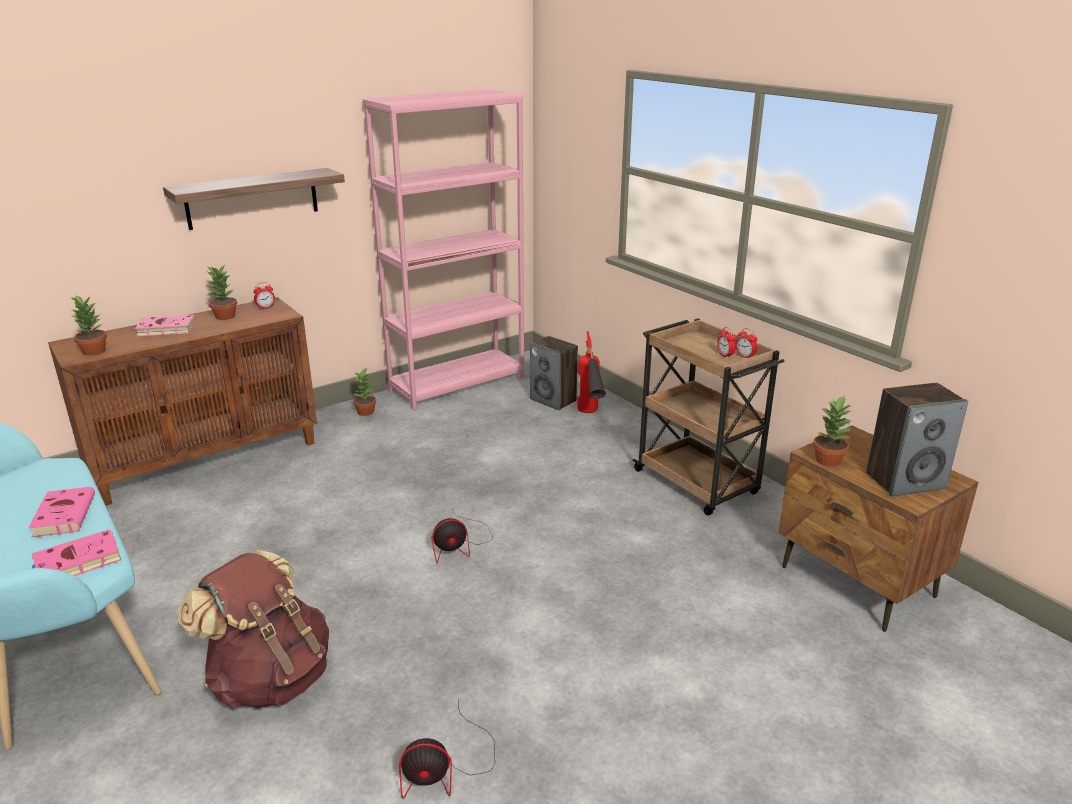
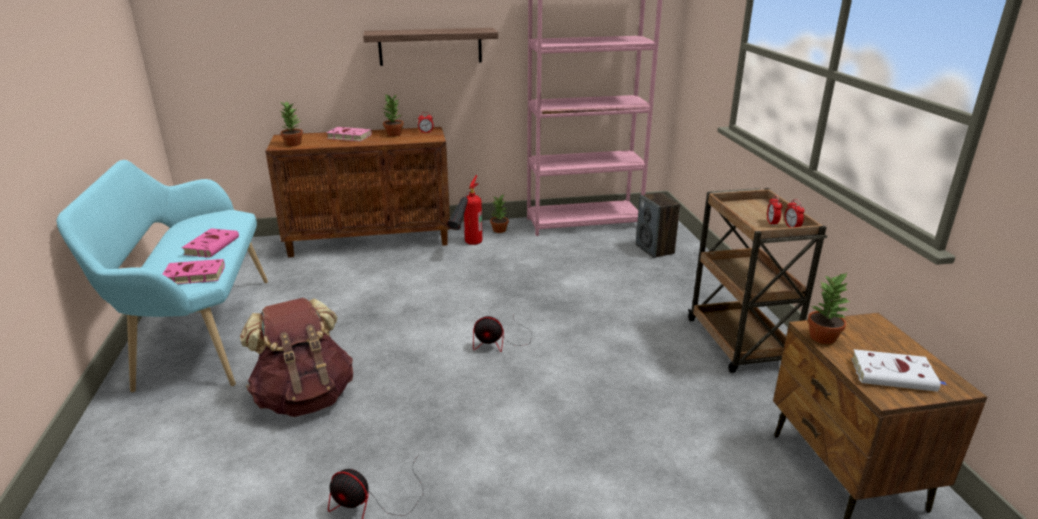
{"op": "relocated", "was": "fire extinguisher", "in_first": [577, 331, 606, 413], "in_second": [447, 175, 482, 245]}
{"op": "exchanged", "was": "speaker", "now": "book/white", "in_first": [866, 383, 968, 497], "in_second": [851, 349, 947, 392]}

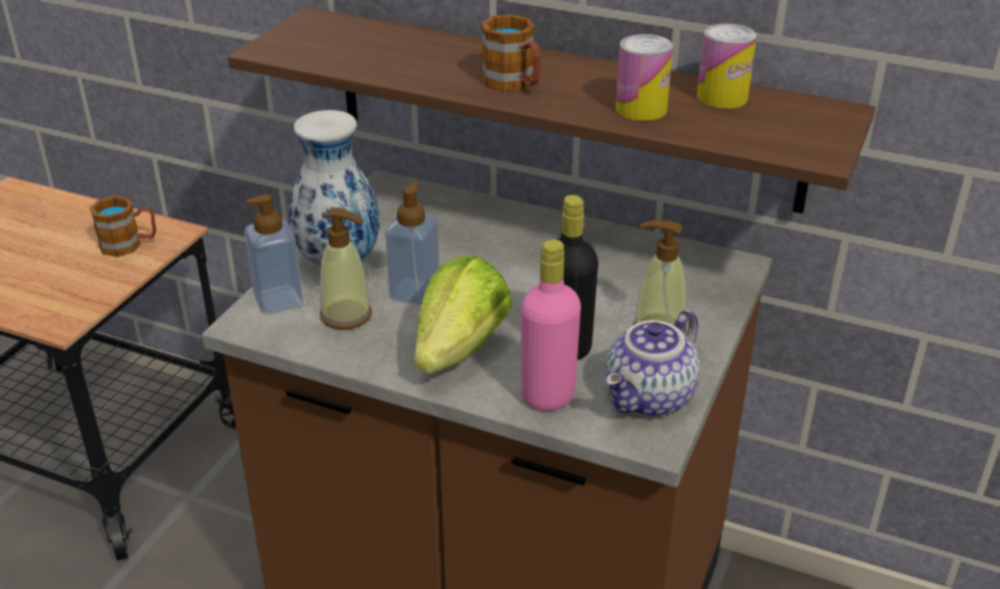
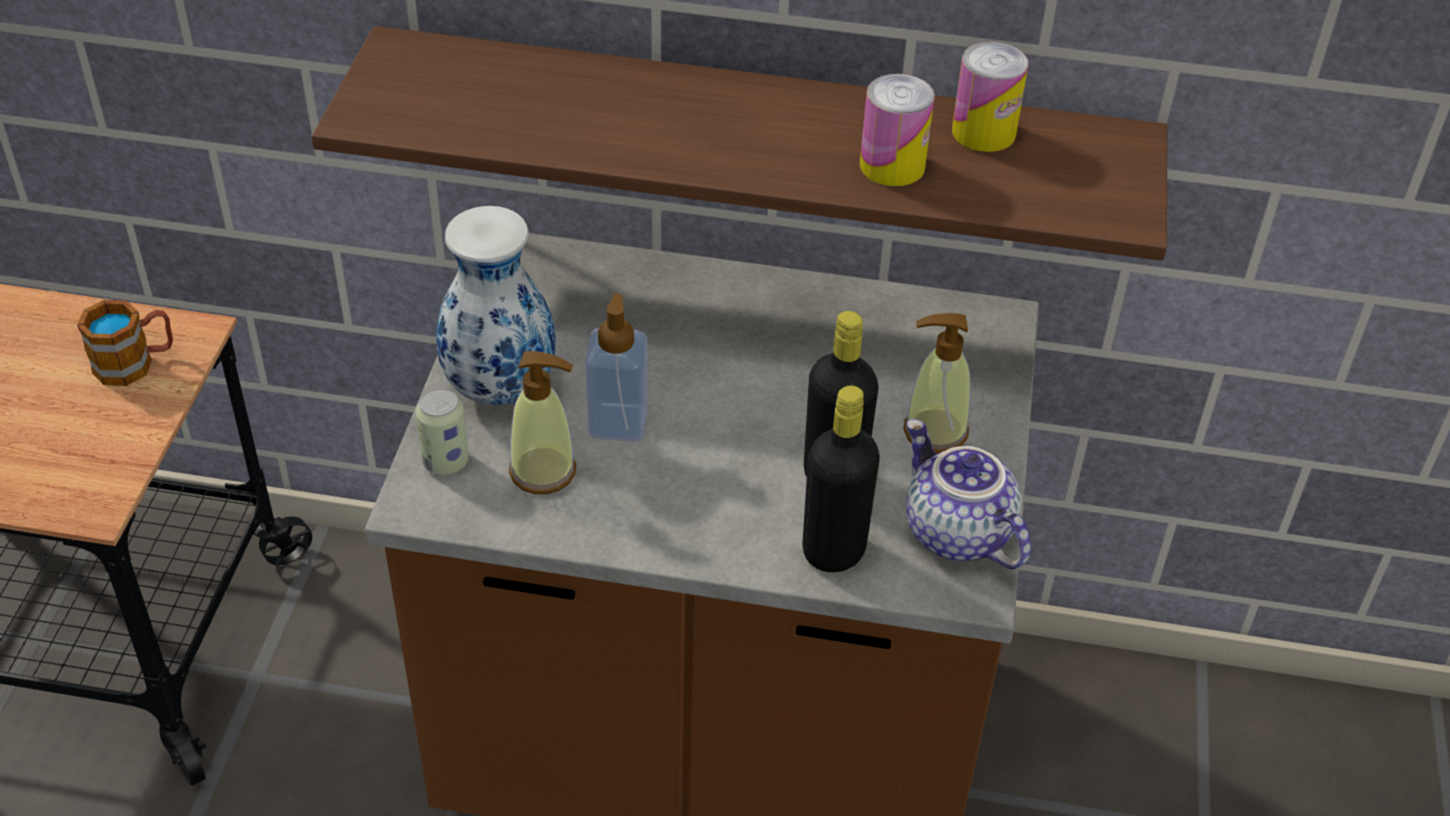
{"op": "missing", "was": "lettuce", "in_first": [415, 255, 513, 374]}
{"op": "missing", "was": "mug", "in_first": [481, 15, 541, 92]}
{"op": "exchanged", "was": "soap dispenser", "now": "can", "in_first": [244, 194, 303, 314], "in_second": [416, 389, 469, 475]}
{"op": "colour", "was": "bottle/pink", "now": "bottle/black", "in_first": [521, 239, 581, 411], "in_second": [802, 386, 880, 572]}
{"op": "spun", "was": "teapot", "in_first": [606, 309, 700, 417], "in_second": [906, 419, 1031, 569], "clockwise": 120}

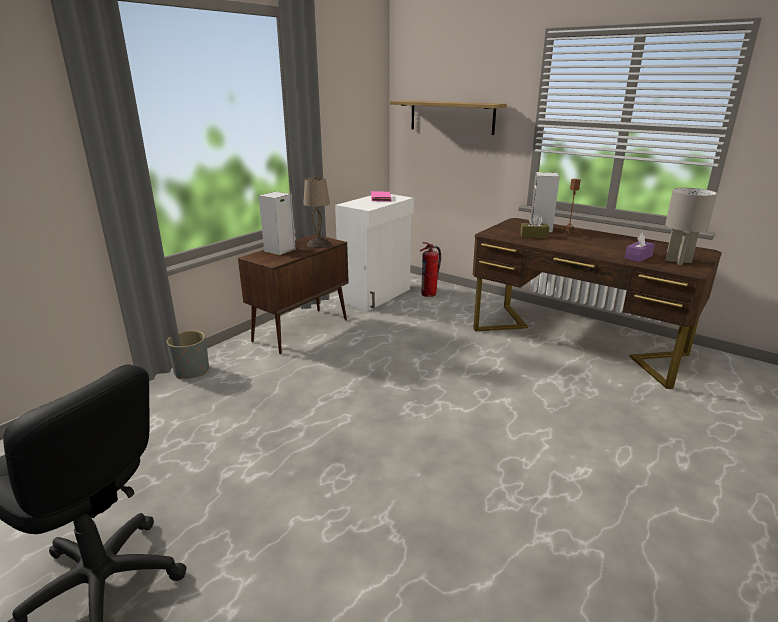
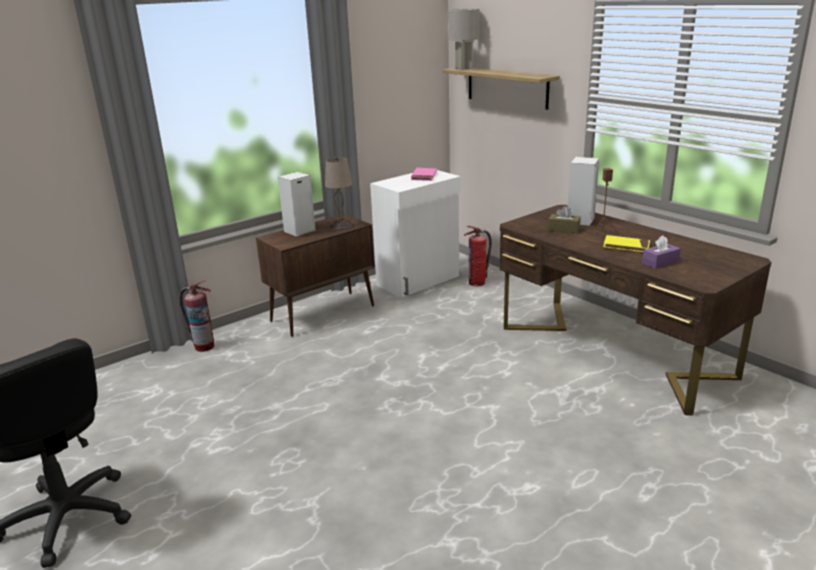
{"op": "appeared", "now": "book/yellow", "in_second": [603, 235, 650, 252]}
{"op": "relocated", "was": "table lamp/grey", "in_first": [665, 188, 717, 265], "in_second": [449, 9, 479, 70]}
{"op": "exchanged", "was": "planter/grey", "now": "fire extinguisher", "in_first": [167, 330, 209, 379], "in_second": [179, 280, 214, 352]}

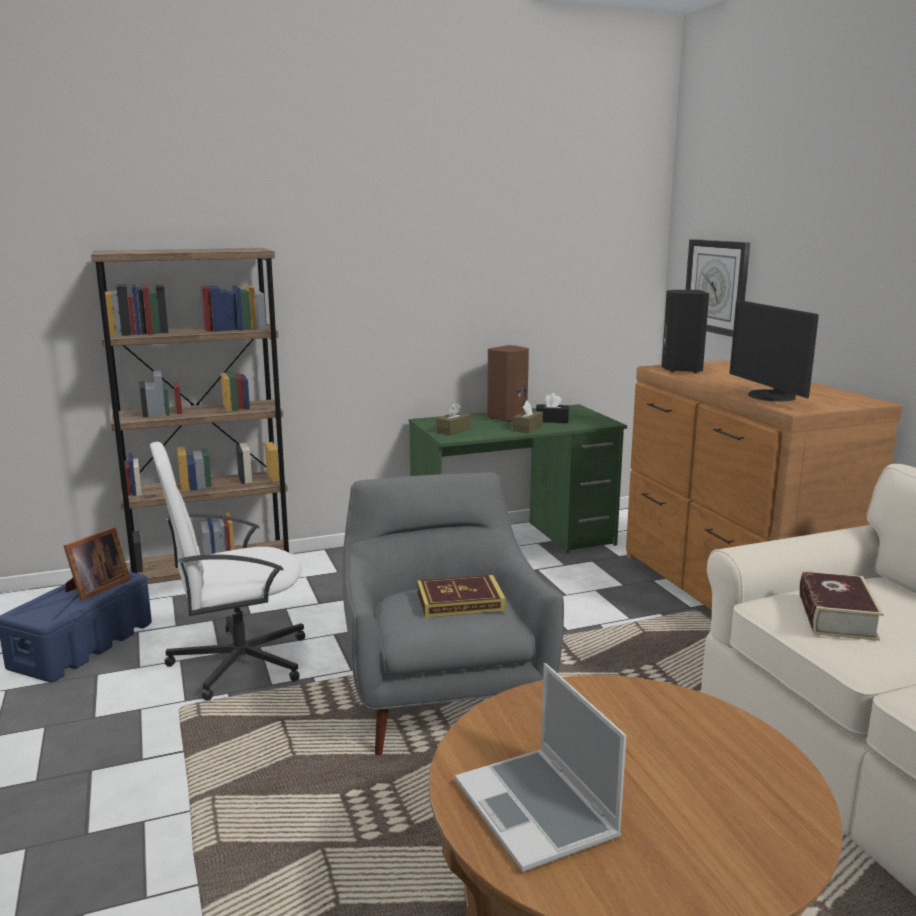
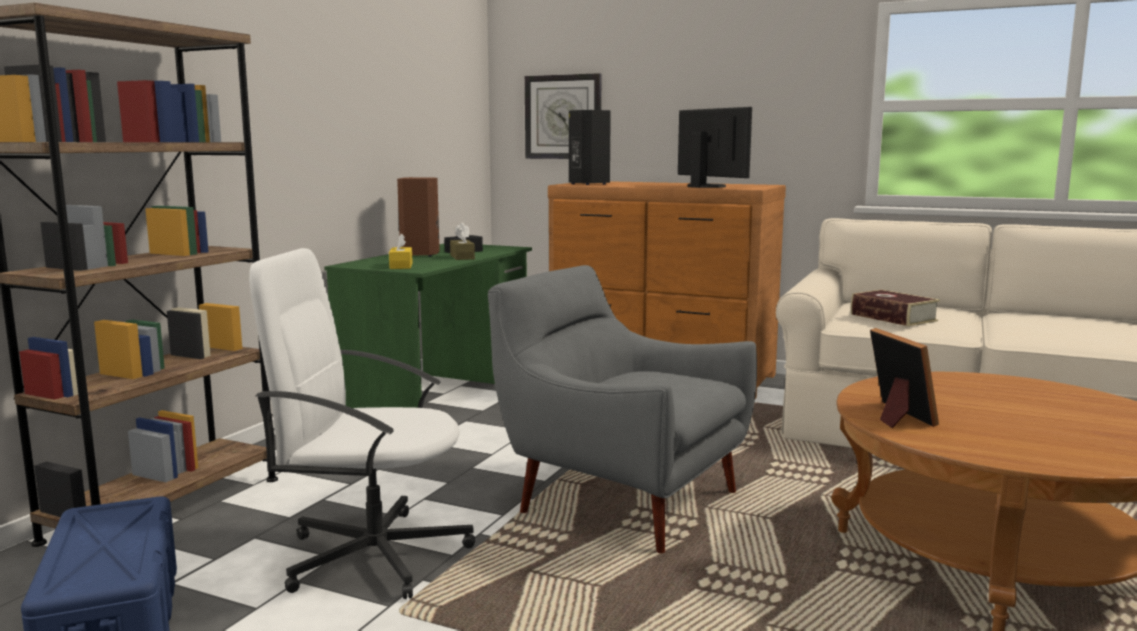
{"op": "missing", "was": "book", "in_first": [417, 575, 506, 618]}
{"op": "missing", "was": "laptop", "in_first": [455, 663, 626, 872]}
{"op": "relocated", "was": "picture frame", "in_first": [64, 527, 131, 600], "in_second": [870, 328, 939, 428]}
{"op": "colour", "was": "tissue box/brown", "now": "tissue box/yellow", "in_first": [436, 402, 471, 435], "in_second": [389, 233, 413, 269]}
{"op": "spun", "was": "office chair/white", "in_first": [150, 442, 305, 701], "in_second": [249, 248, 475, 599], "clockwise": 75}
{"op": "spun", "was": "monitor", "in_first": [730, 300, 819, 402], "in_second": [678, 107, 752, 188], "clockwise": -150}

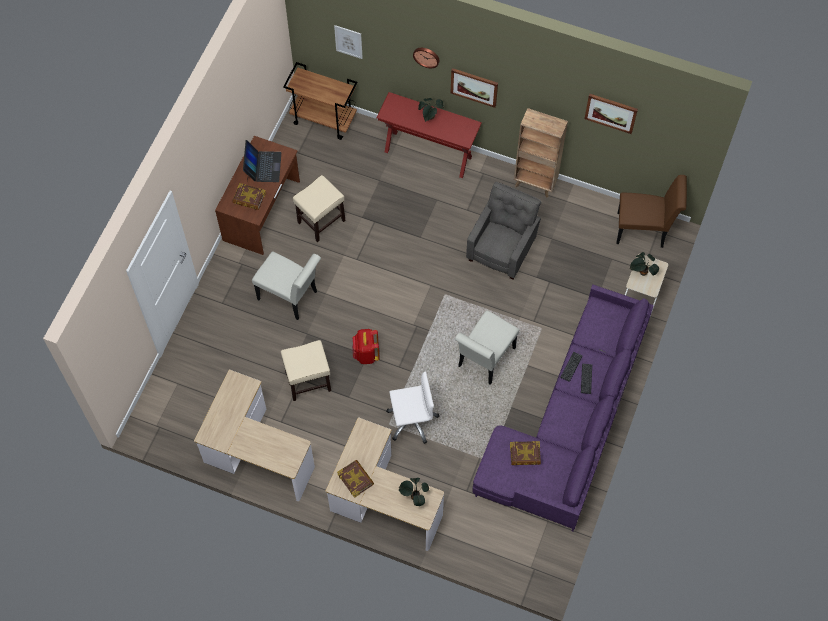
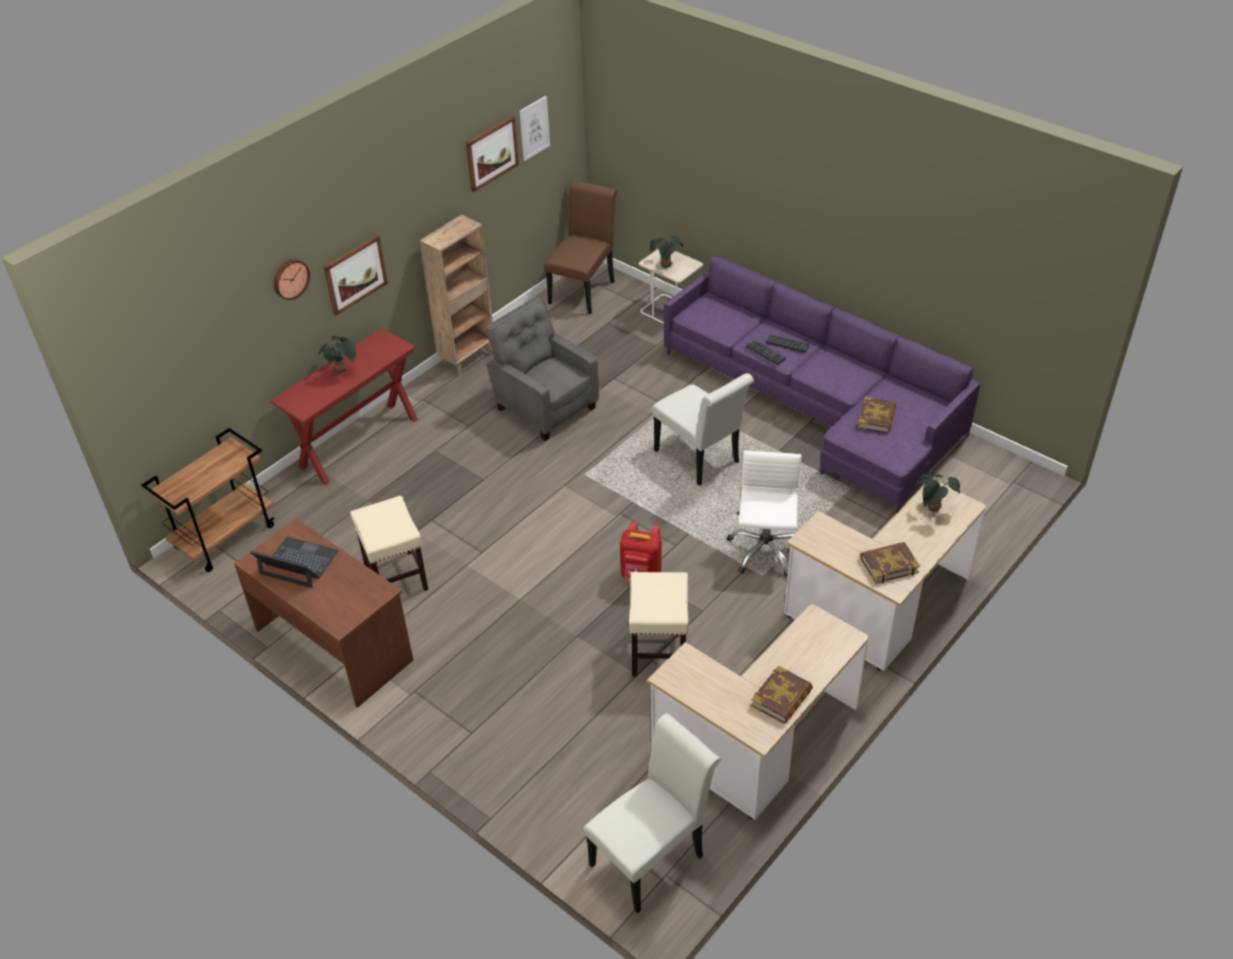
{"op": "relocated", "was": "book", "in_first": [232, 183, 266, 210], "in_second": [751, 665, 813, 724]}
{"op": "relocated", "was": "chair/white", "in_first": [252, 251, 321, 320], "in_second": [583, 713, 721, 913]}
{"op": "relocated", "was": "picture", "in_first": [334, 25, 363, 59], "in_second": [519, 96, 550, 161]}

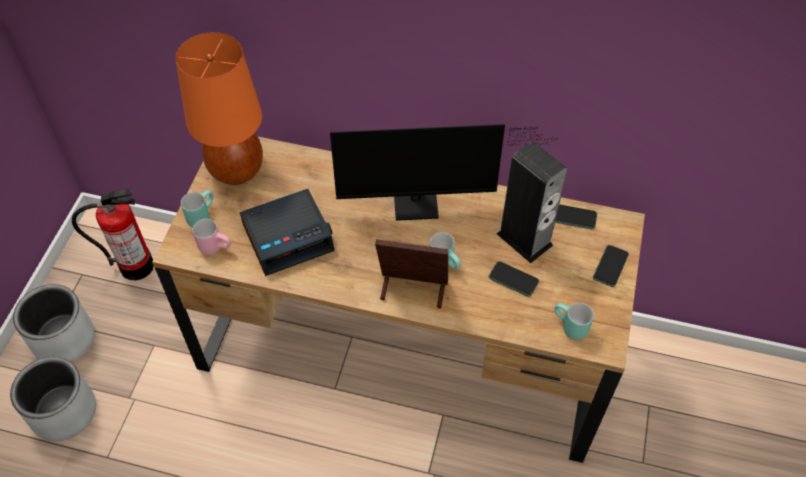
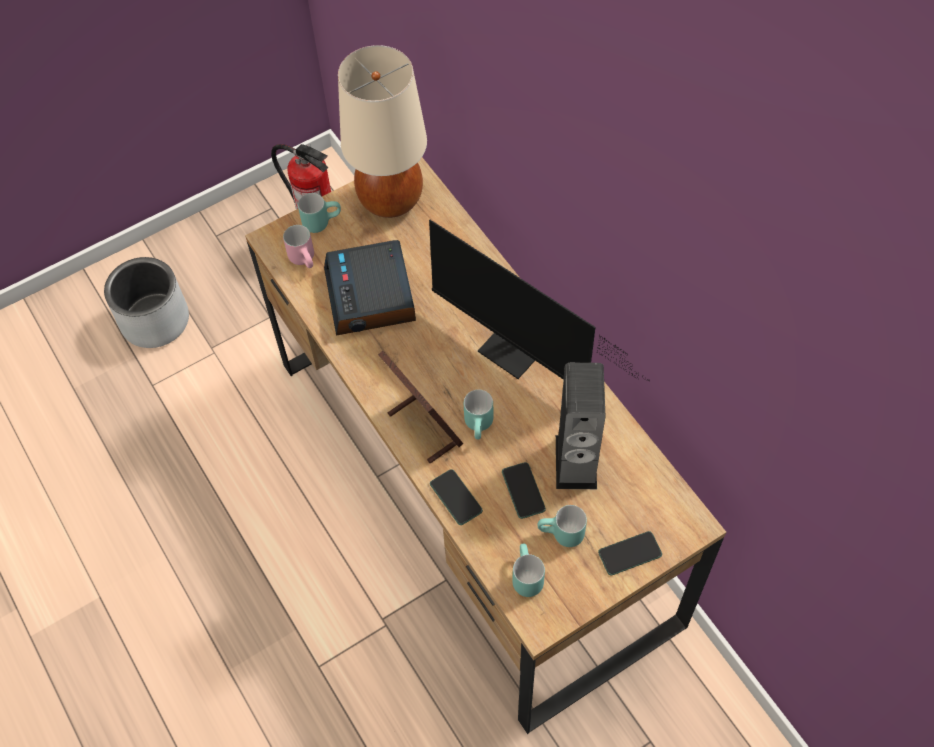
{"op": "missing", "was": "planter/grey", "in_first": [13, 284, 94, 362]}
{"op": "appeared", "now": "mug/turquoise", "in_second": [538, 505, 587, 547]}
{"op": "relocated", "was": "phone", "in_first": [555, 204, 597, 229], "in_second": [430, 469, 483, 525]}
{"op": "colour", "was": "table lamp/orange", "now": "table lamp/beige", "in_first": [175, 32, 263, 185], "in_second": [338, 45, 427, 218]}
{"op": "spun", "was": "alarm clock", "in_first": [240, 189, 335, 276], "in_second": [324, 240, 416, 336], "clockwise": 60}

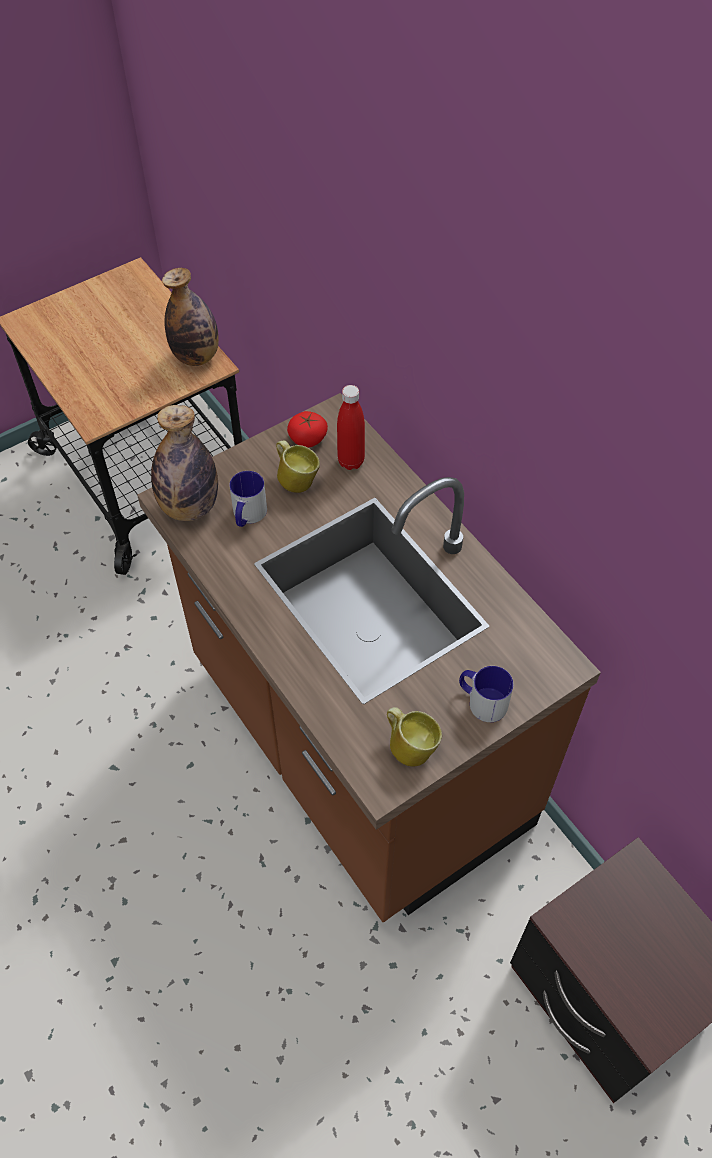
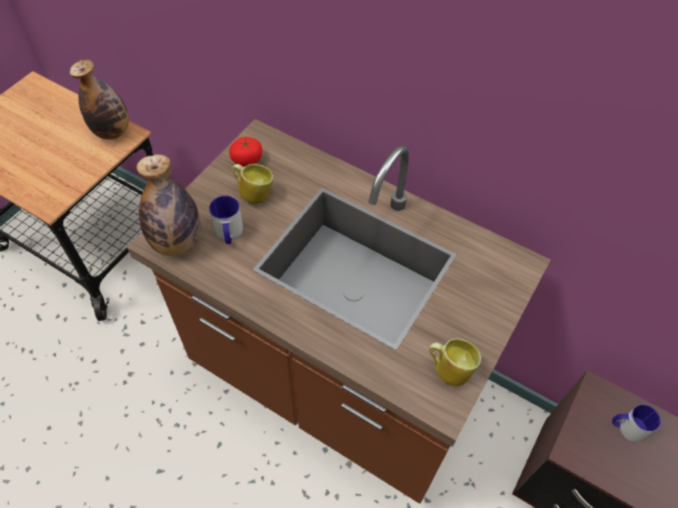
{"op": "missing", "was": "bottle/red", "in_first": [337, 385, 365, 470]}
{"op": "relocated", "was": "mug", "in_first": [459, 666, 514, 722], "in_second": [612, 404, 661, 442]}

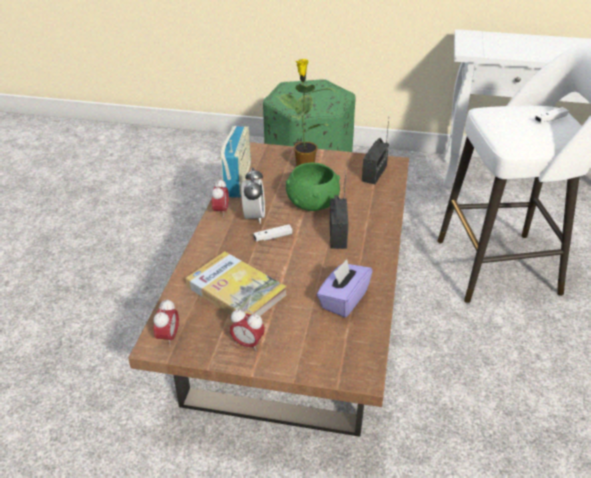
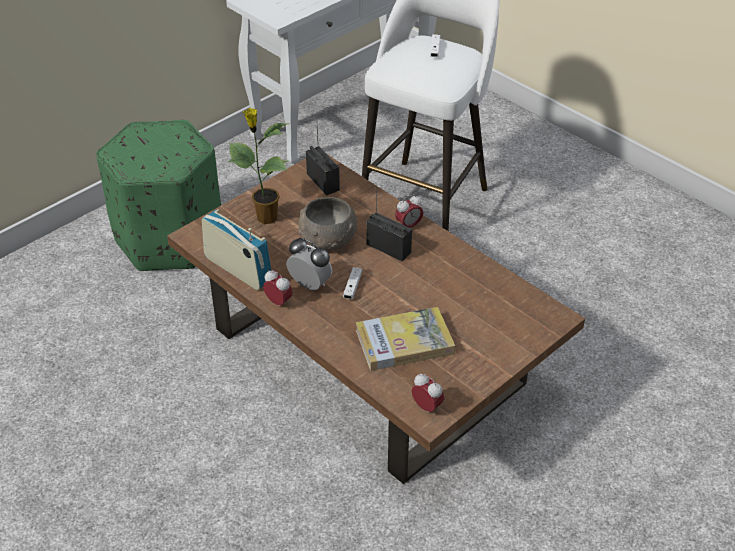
{"op": "missing", "was": "tissue box/purple", "in_first": [317, 259, 373, 317]}
{"op": "relocated", "was": "alarm clock", "in_first": [230, 308, 265, 351], "in_second": [395, 194, 423, 228]}
{"op": "colour", "was": "bowl/green", "now": "bowl/grey", "in_first": [286, 162, 340, 211], "in_second": [298, 197, 358, 251]}

